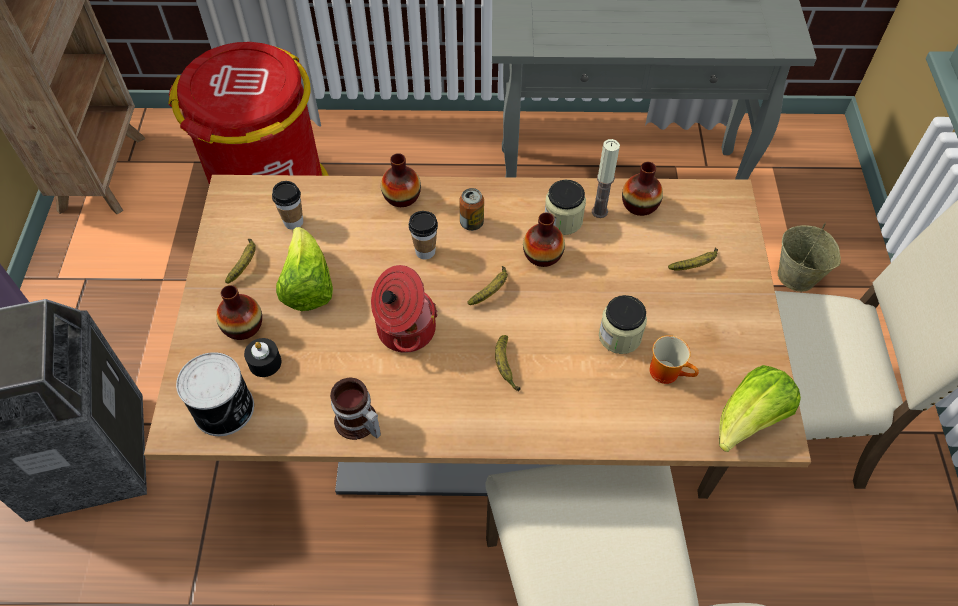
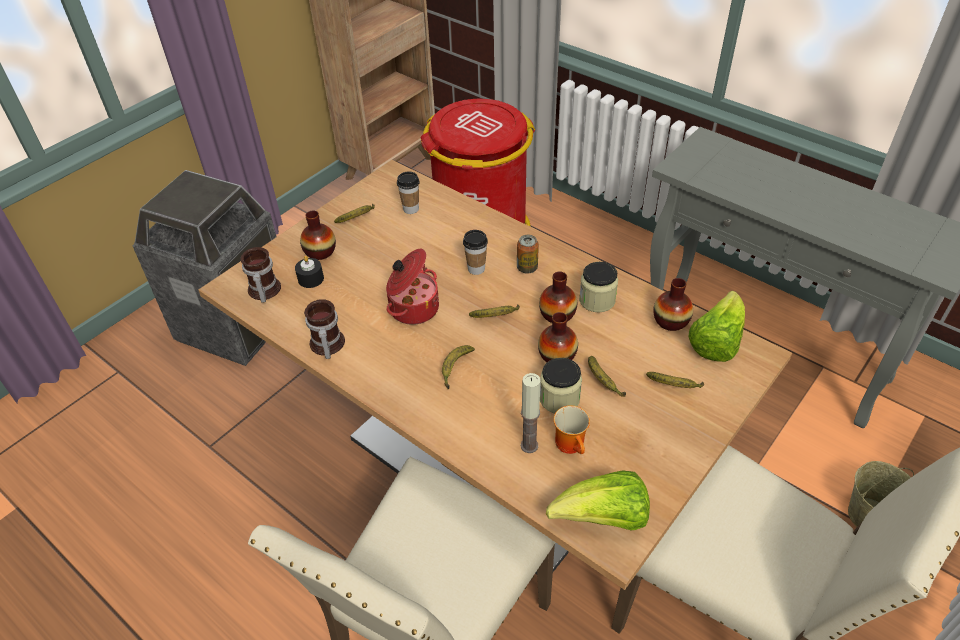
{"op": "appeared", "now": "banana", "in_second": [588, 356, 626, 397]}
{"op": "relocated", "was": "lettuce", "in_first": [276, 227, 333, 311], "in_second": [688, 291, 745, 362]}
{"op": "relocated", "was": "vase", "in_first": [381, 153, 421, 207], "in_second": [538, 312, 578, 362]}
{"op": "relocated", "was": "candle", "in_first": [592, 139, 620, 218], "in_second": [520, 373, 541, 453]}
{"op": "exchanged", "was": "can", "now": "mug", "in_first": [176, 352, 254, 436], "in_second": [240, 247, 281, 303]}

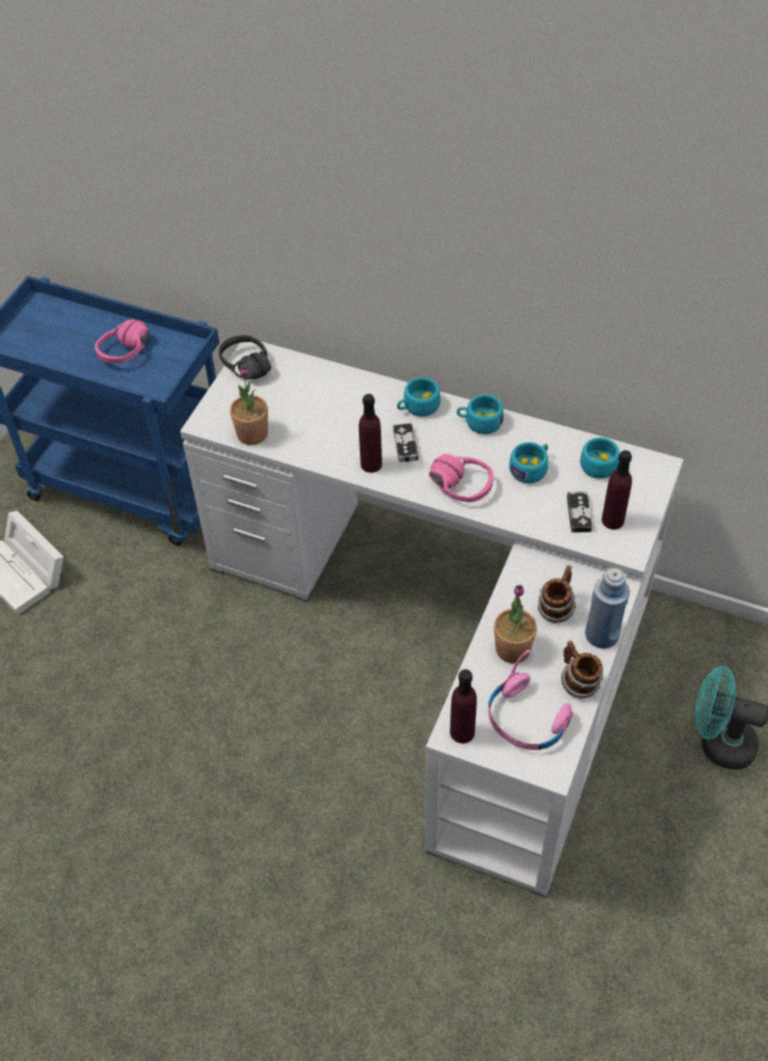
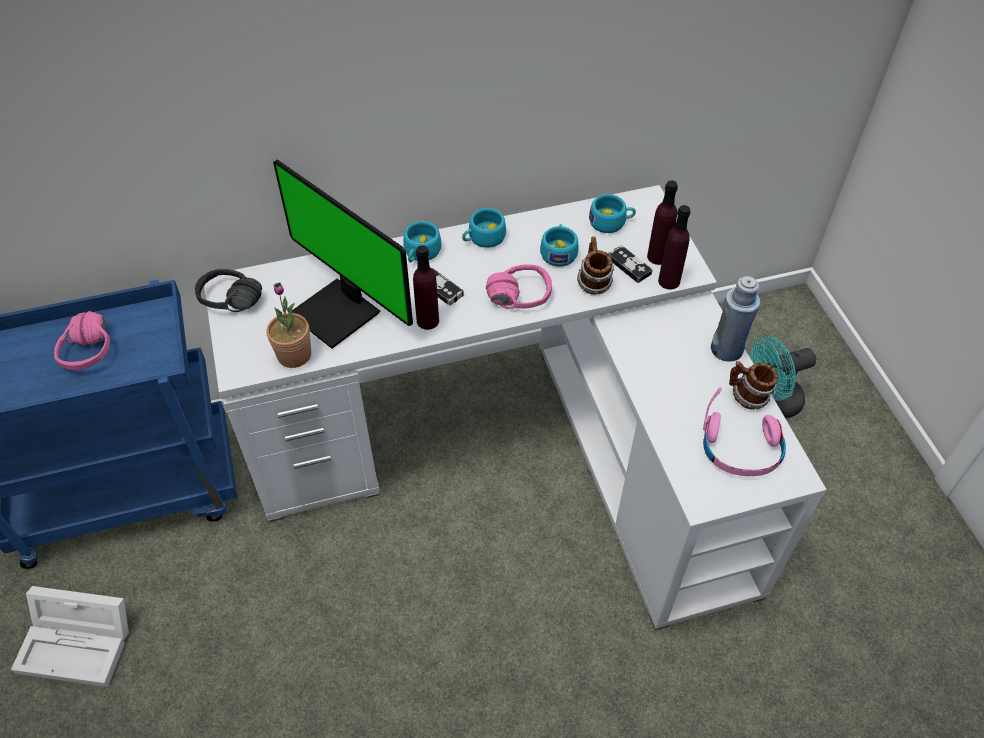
{"op": "missing", "was": "potted plant", "in_first": [494, 585, 537, 663]}
{"op": "appeared", "now": "monitor", "in_second": [273, 159, 413, 349]}
{"op": "relocated", "was": "bottle/purple", "in_first": [450, 669, 477, 743], "in_second": [658, 205, 691, 290]}
{"op": "relocated", "was": "mug", "in_first": [538, 565, 576, 623], "in_second": [577, 236, 614, 295]}

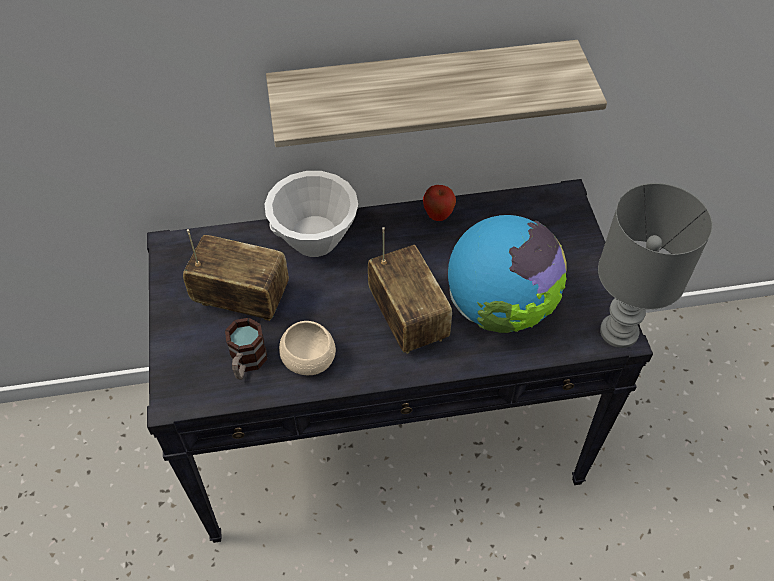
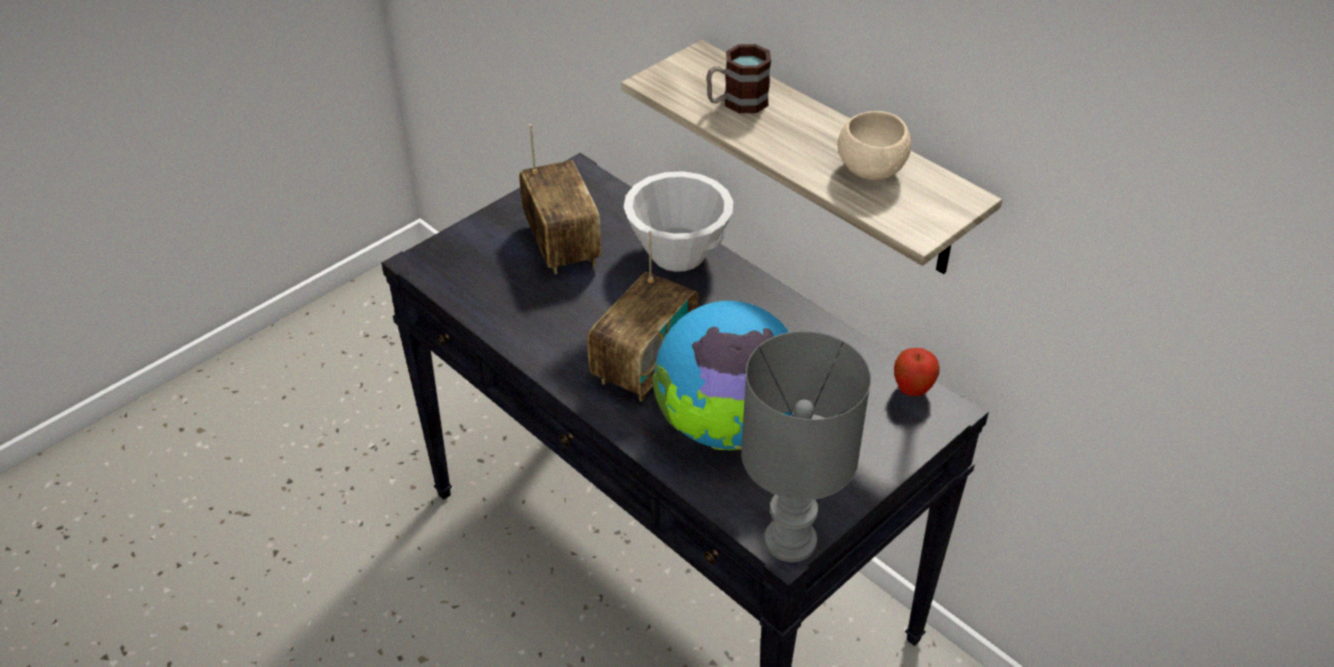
{"op": "relocated", "was": "mug", "in_first": [225, 318, 267, 379], "in_second": [706, 44, 771, 113]}
{"op": "relocated", "was": "bowl/beige", "in_first": [279, 321, 336, 375], "in_second": [838, 111, 911, 180]}
{"op": "relocated", "was": "apple", "in_first": [423, 185, 456, 221], "in_second": [894, 348, 940, 396]}

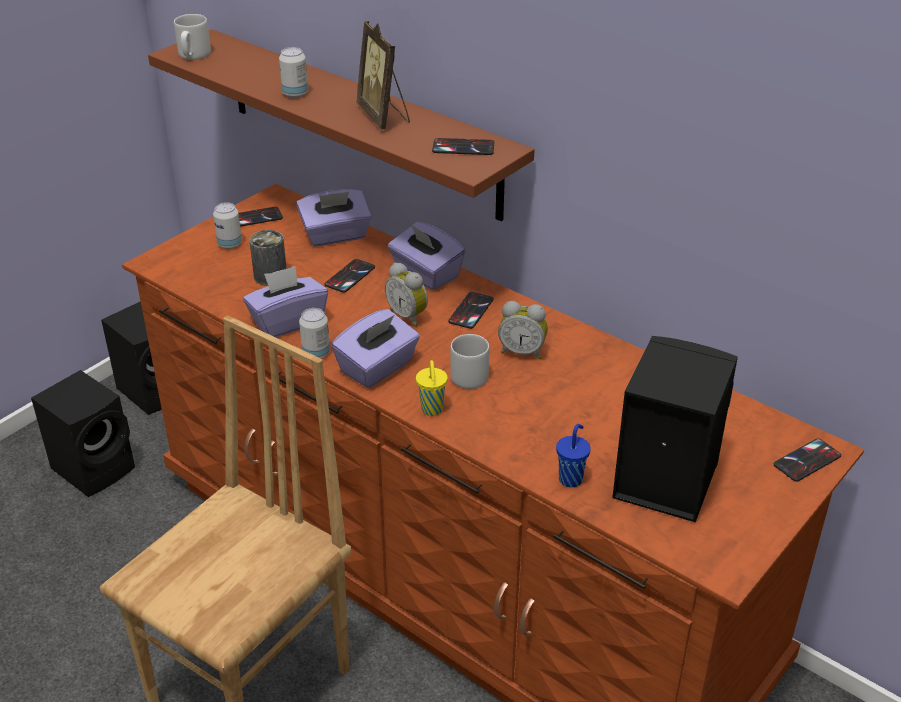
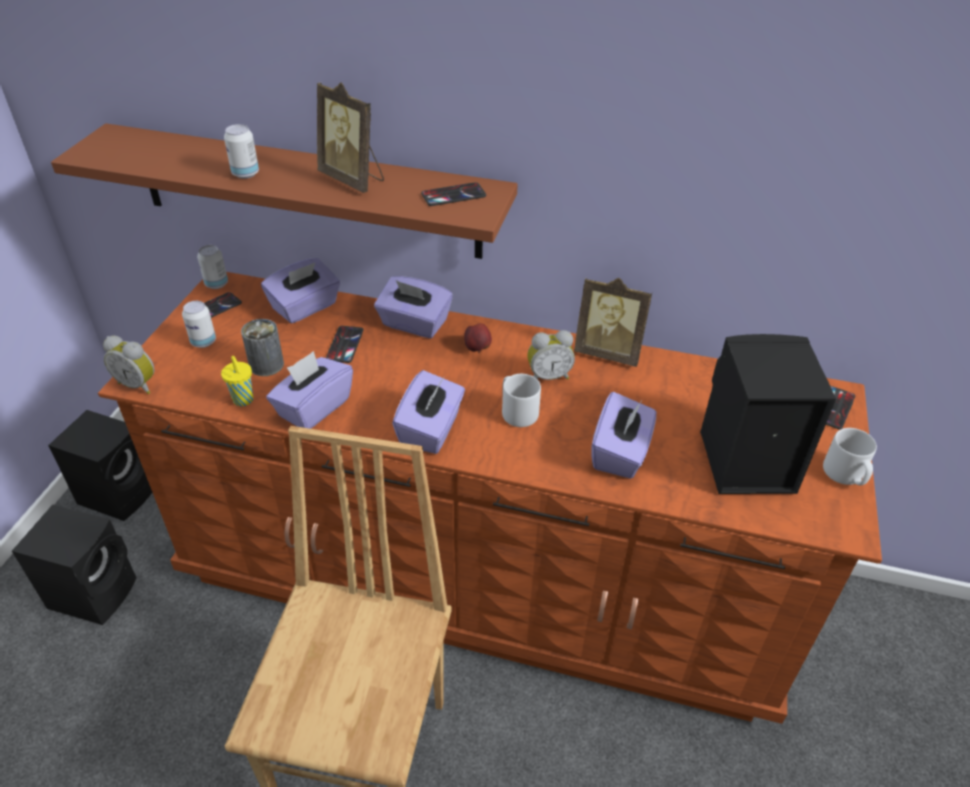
{"op": "missing", "was": "cup/blue", "in_first": [556, 424, 591, 487]}
{"op": "appeared", "now": "picture frame", "in_second": [574, 278, 652, 367]}
{"op": "appeared", "now": "tissue box/purple", "in_second": [591, 392, 656, 479]}
{"op": "relocated", "was": "mug/grey", "in_first": [174, 14, 211, 60], "in_second": [823, 428, 877, 485]}
{"op": "relocated", "was": "can", "in_first": [299, 308, 330, 358], "in_second": [197, 245, 228, 289]}
{"op": "relocated", "was": "alarm clock", "in_first": [385, 262, 428, 327], "in_second": [103, 336, 154, 394]}
{"op": "relocated", "was": "cup/yellow", "in_first": [416, 360, 448, 416], "in_second": [221, 356, 253, 406]}
{"op": "exchanged", "was": "phone", "now": "apple", "in_first": [448, 292, 494, 329], "in_second": [464, 323, 492, 353]}

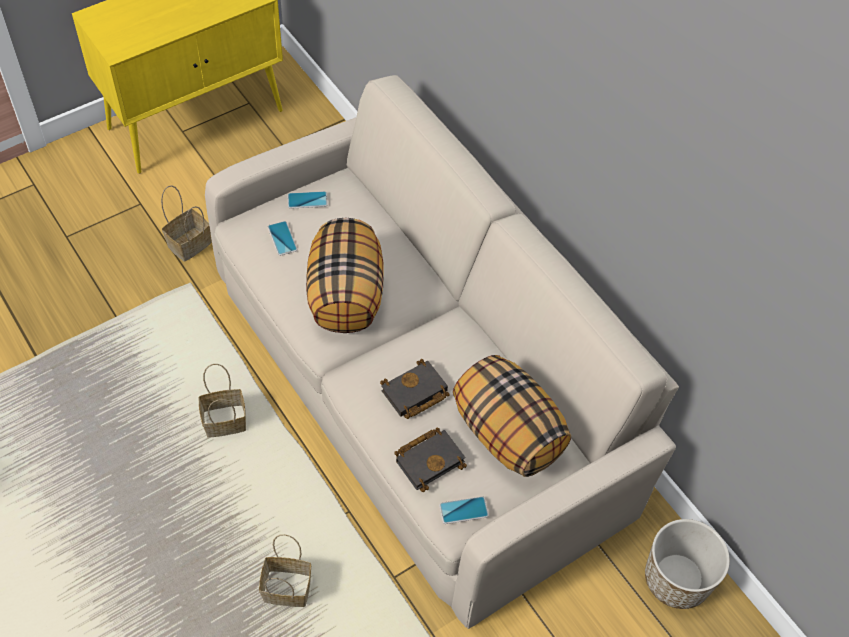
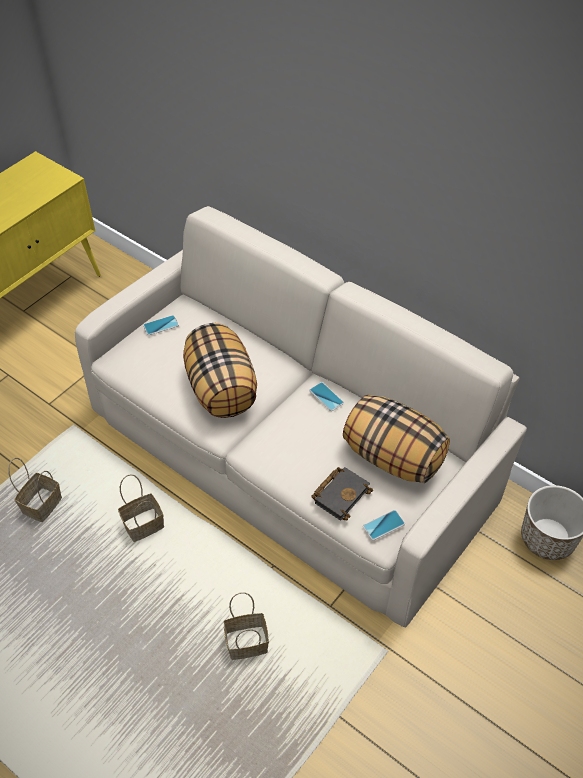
{"op": "missing", "was": "book/black", "in_first": [380, 359, 450, 419]}
{"op": "relocated", "was": "basket", "in_first": [161, 185, 212, 262], "in_second": [8, 458, 62, 522]}
{"op": "relocated", "was": "phone", "in_first": [268, 221, 298, 256], "in_second": [309, 382, 344, 411]}

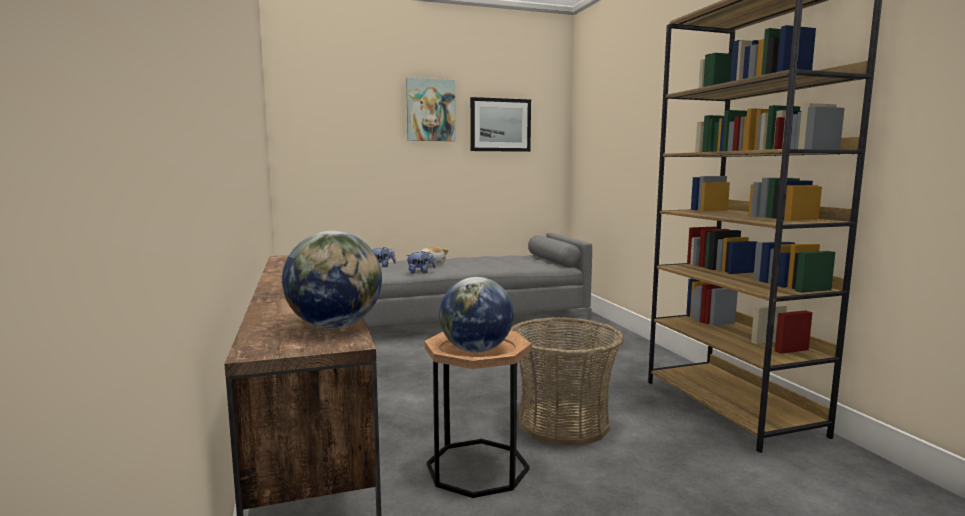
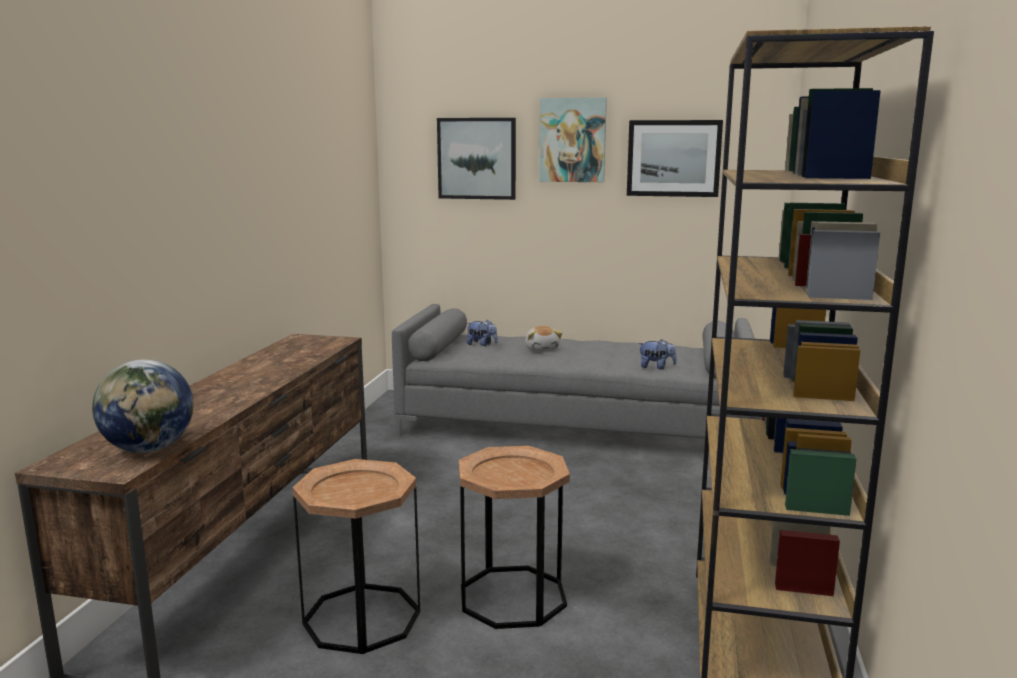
{"op": "missing", "was": "globe", "in_first": [439, 277, 514, 352]}
{"op": "appeared", "now": "picture", "in_second": [437, 118, 516, 200]}
{"op": "relocated", "was": "plush toy", "in_first": [406, 251, 435, 274], "in_second": [638, 339, 677, 370]}
{"op": "exchanged", "was": "basket", "now": "side table/brown", "in_first": [510, 317, 624, 446], "in_second": [459, 446, 570, 629]}

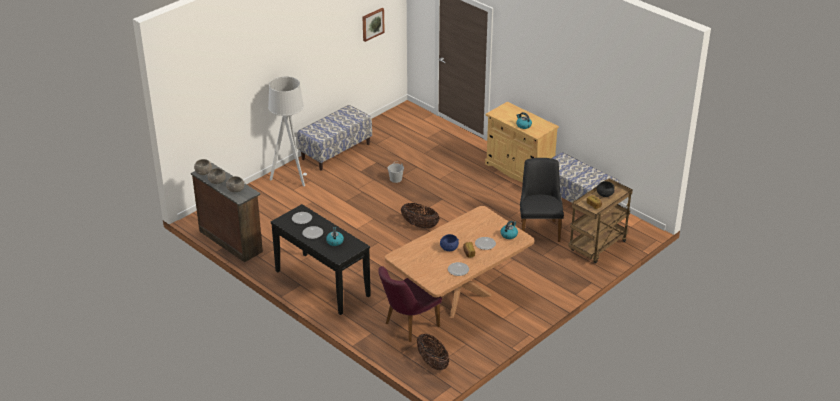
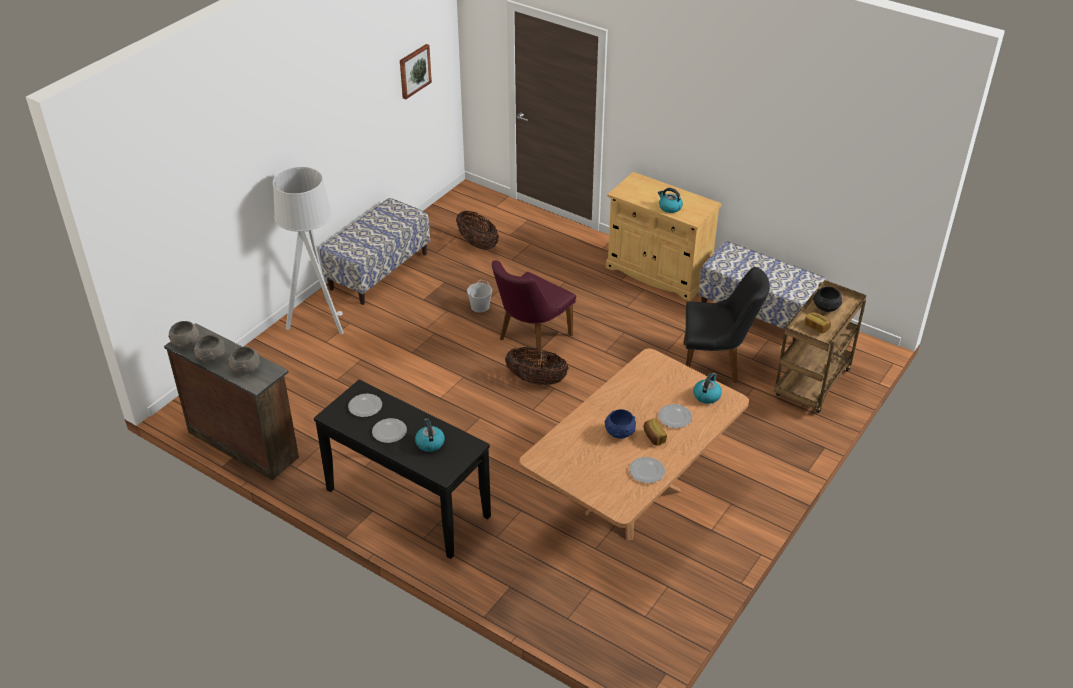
{"op": "relocated", "was": "chair/purple", "in_first": [378, 266, 442, 342], "in_second": [492, 260, 576, 356]}
{"op": "relocated", "was": "basket", "in_first": [417, 334, 449, 370], "in_second": [456, 211, 499, 250]}
{"op": "spun", "was": "chair/black", "in_first": [520, 158, 564, 242], "in_second": [683, 267, 770, 383], "clockwise": 105}

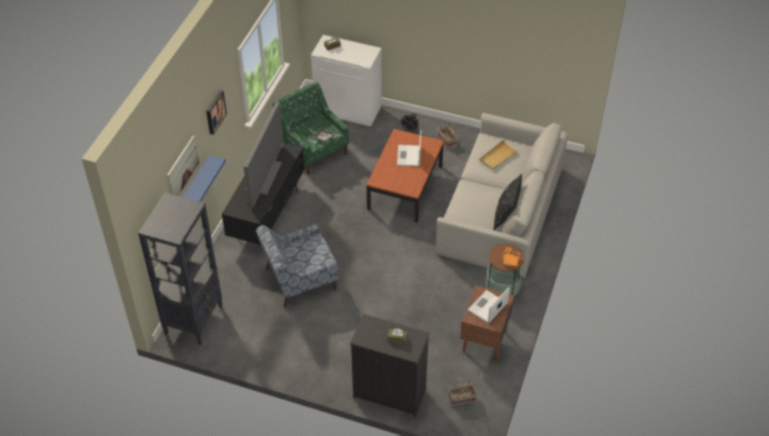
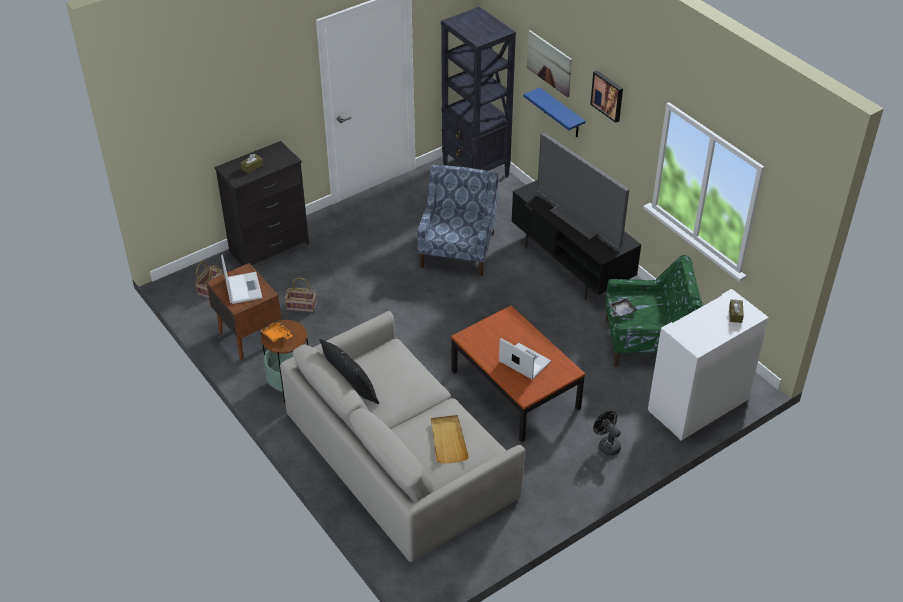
{"op": "relocated", "was": "basket", "in_first": [438, 122, 458, 149], "in_second": [285, 277, 316, 312]}

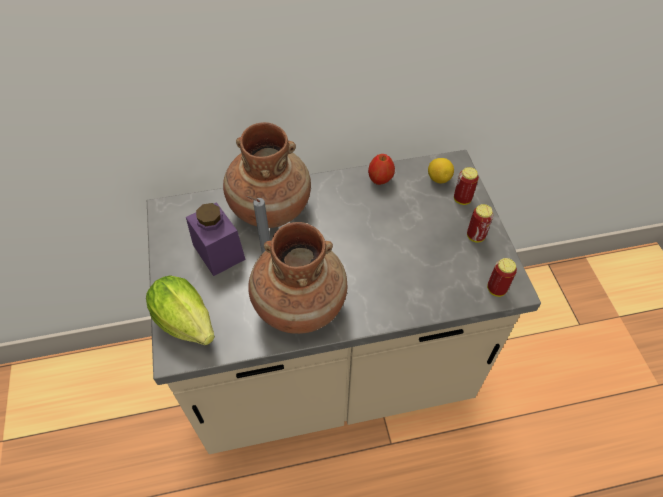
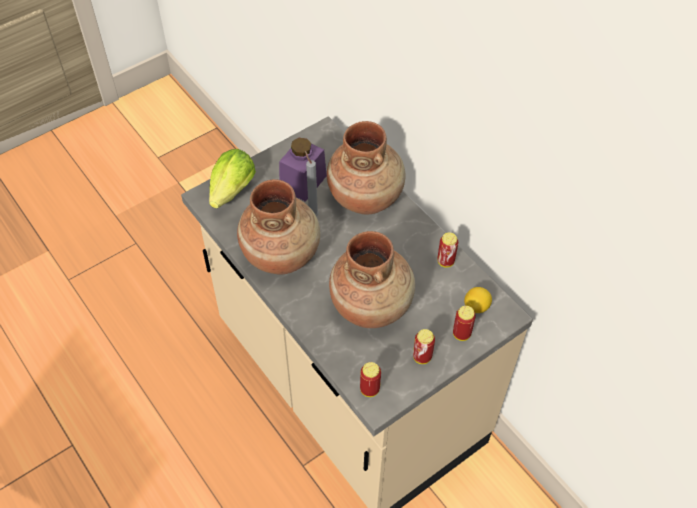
{"op": "appeared", "now": "vase/brown", "in_second": [329, 231, 415, 328]}
{"op": "exchanged", "was": "apple", "now": "can", "in_first": [368, 154, 395, 185], "in_second": [437, 233, 458, 268]}

